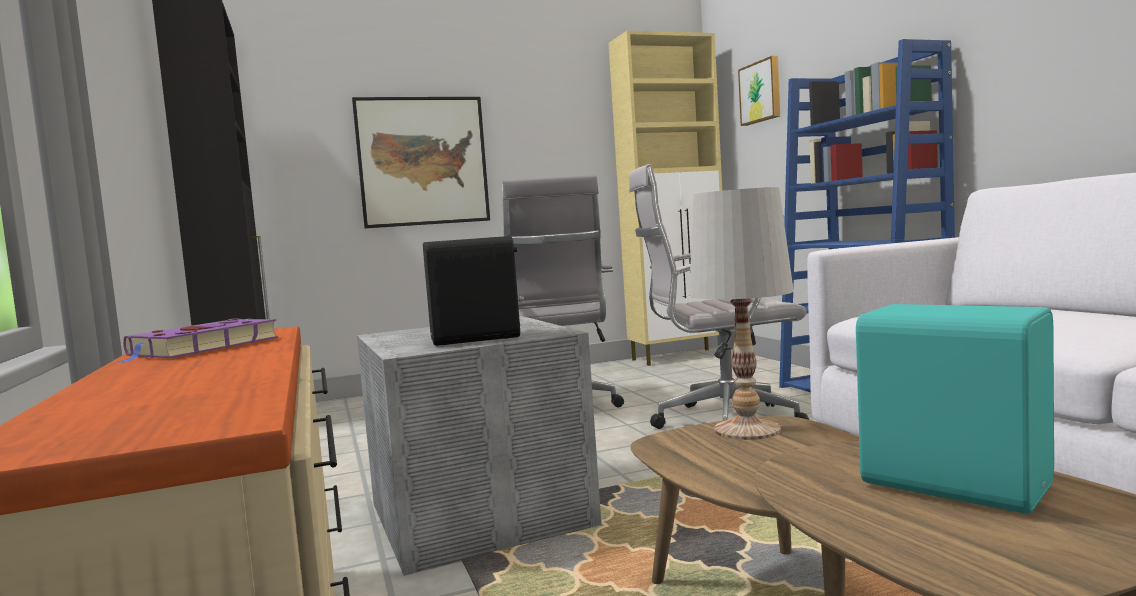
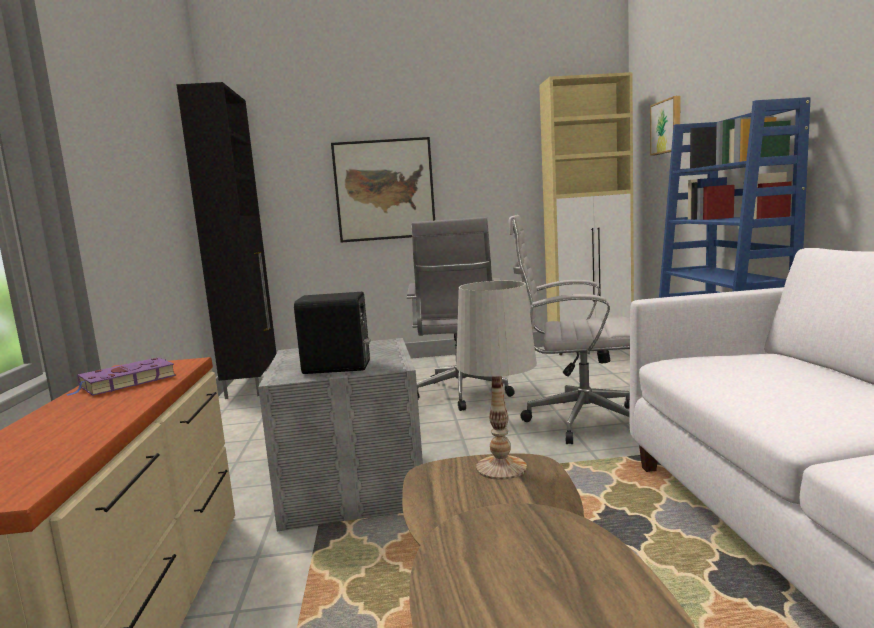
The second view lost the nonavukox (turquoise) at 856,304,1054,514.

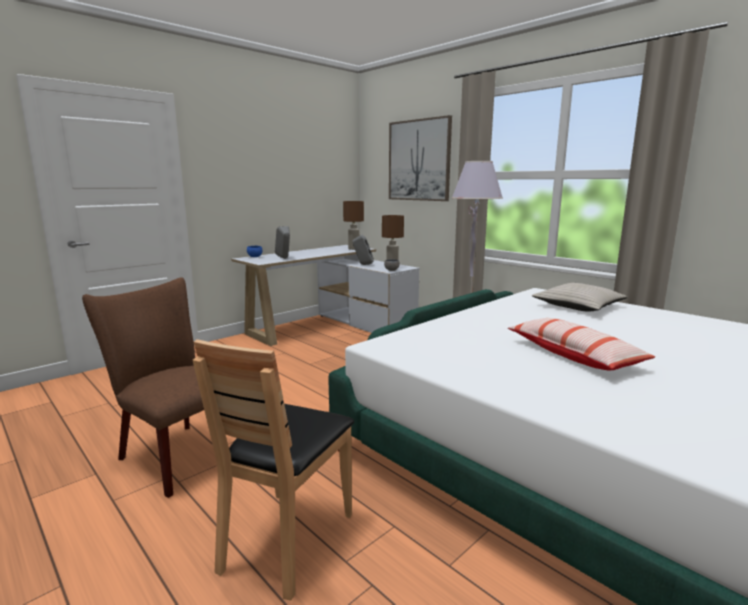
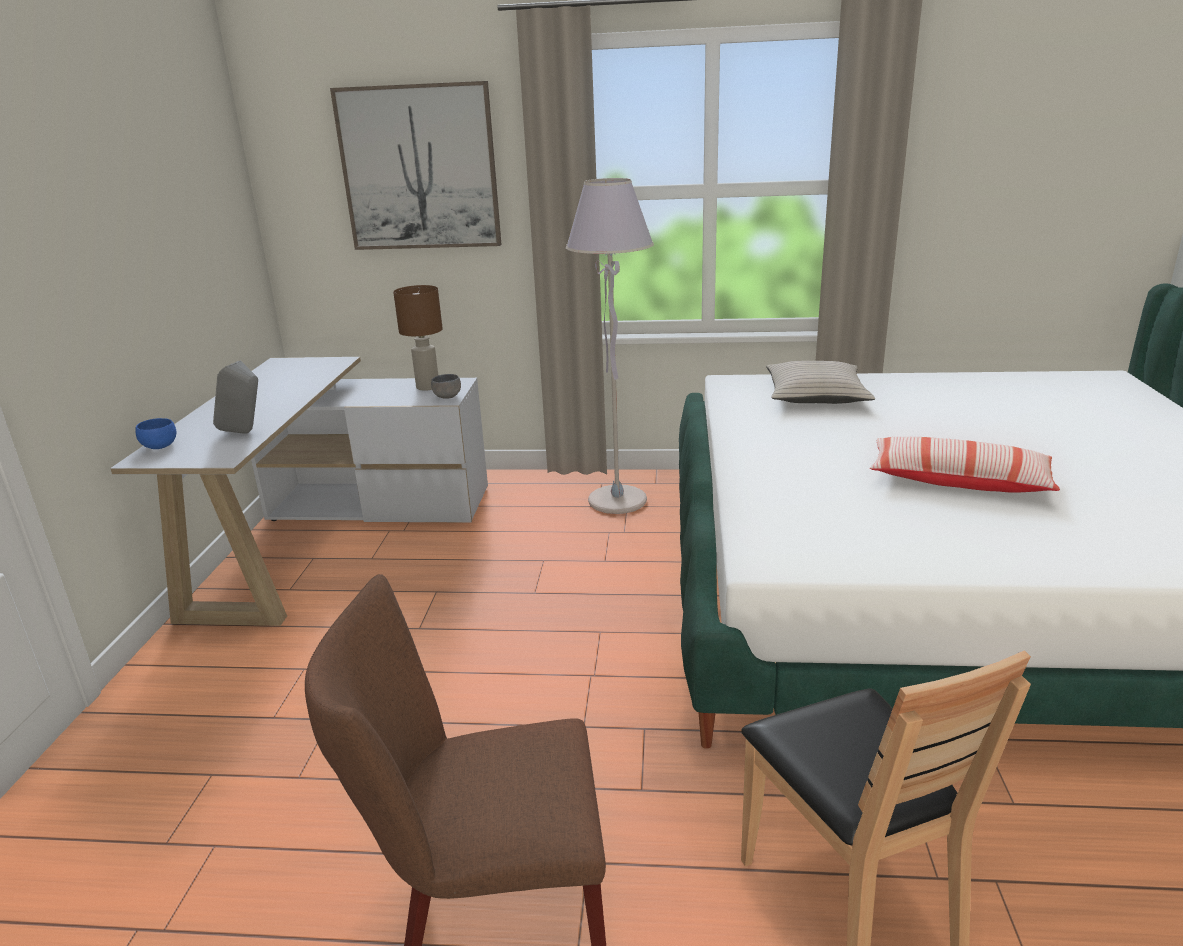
The second view lost the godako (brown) at 343,201,364,250.
The second view lost the nonavukox (grey) at 353,235,374,265.

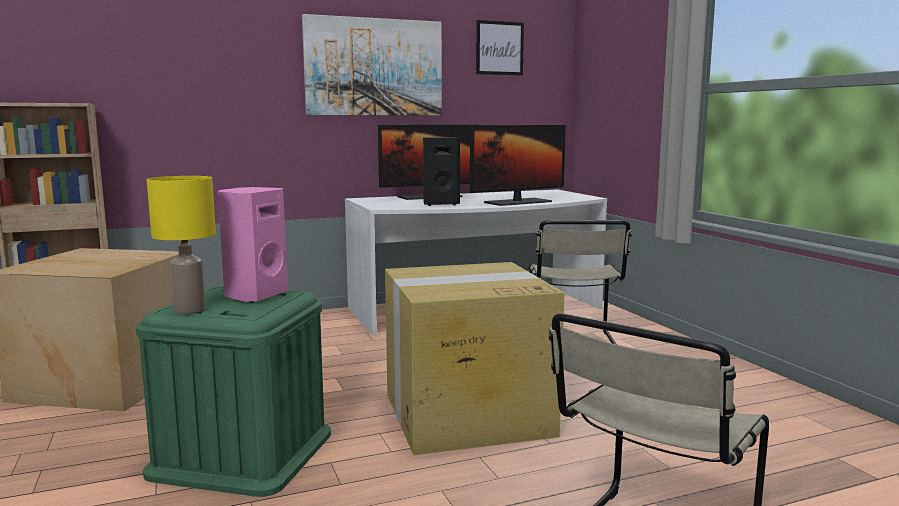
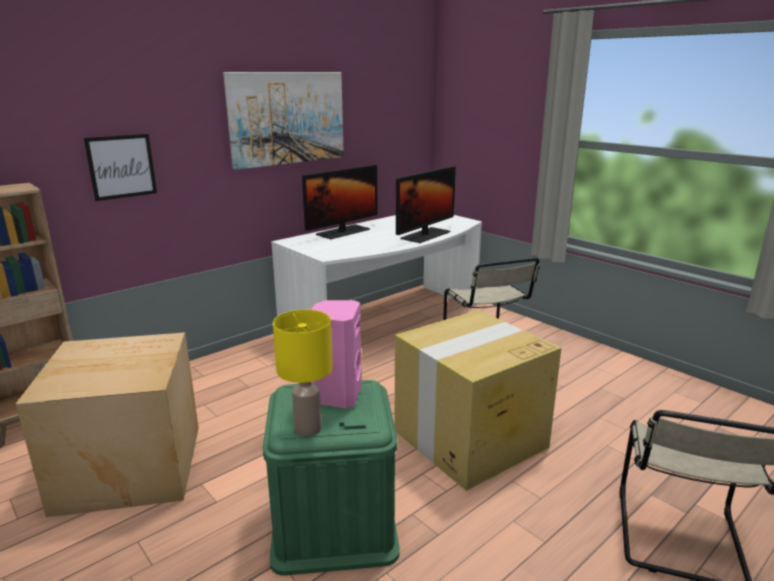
The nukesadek ended up elsewhere, having gone from 476,20,524,75 to 84,134,157,201.
The second view lost the nonavukox (black) at 423,137,460,206.

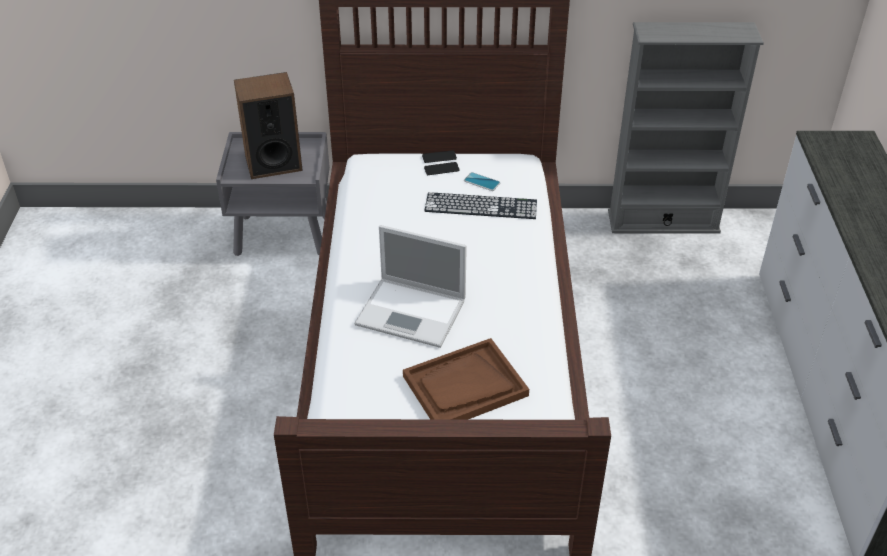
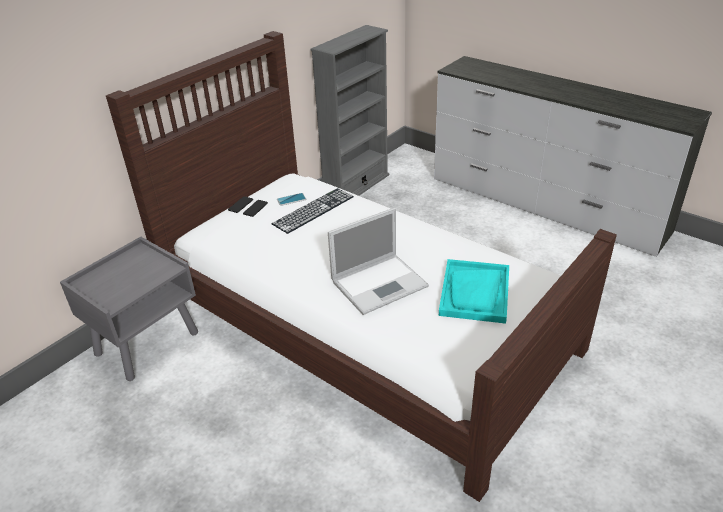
What was the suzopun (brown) at 403,338,529,420 turned into the suzopun (turquoise) at 439,259,509,324.
The second view lost the nonavukox at 234,72,303,179.

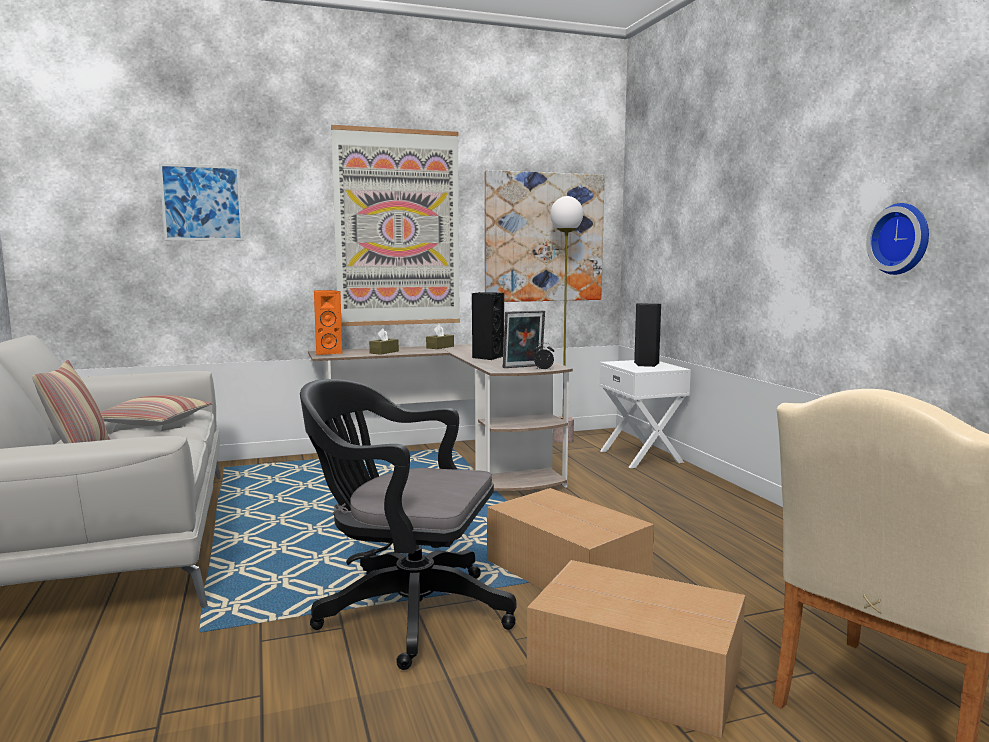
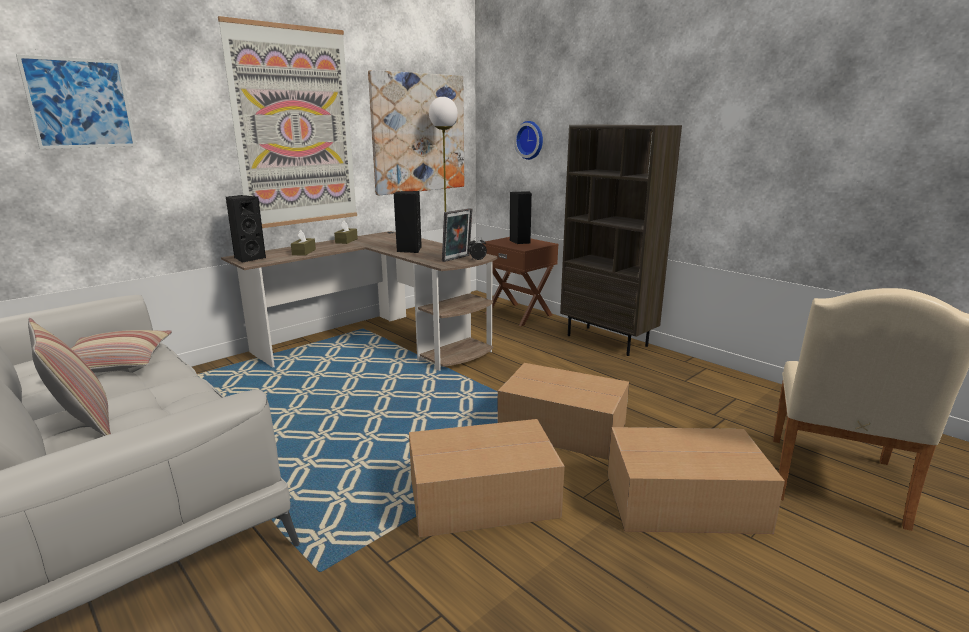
What was the nonavukox (orange) at 314,290,342,355 turned into the nonavukox (black) at 226,195,266,263.
Where the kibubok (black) stood at 300,379,516,670, the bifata came to stand at 409,419,565,538.
What was the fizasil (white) at 599,360,691,468 turned into the fizasil (brown) at 482,237,558,326.
The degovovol ended up elsewhere, having gone from 866,203,929,275 to 514,121,543,160.
The second view gained the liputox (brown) at 560,125,682,356.

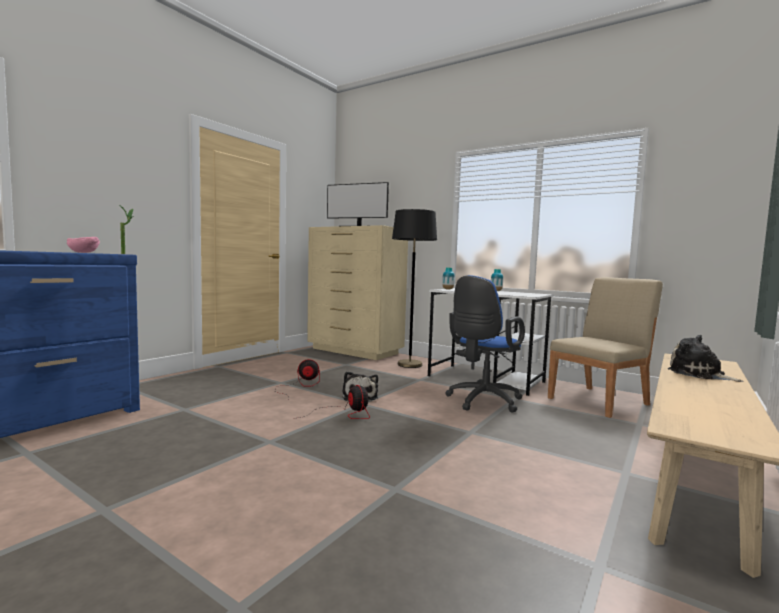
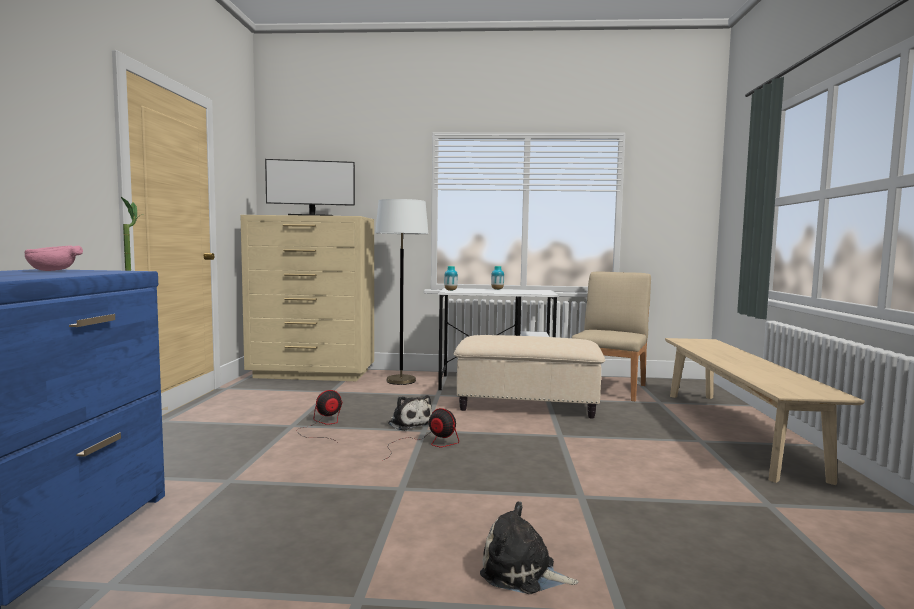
What was the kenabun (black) at 392,209,437,368 turned into the kenabun (white) at 375,199,429,385.
Where the kibubok (blue) stood at 445,275,525,412, the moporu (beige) came to stand at 454,335,605,419.
The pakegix ended up elsewhere, having gone from 668,335,744,382 to 480,501,578,594.

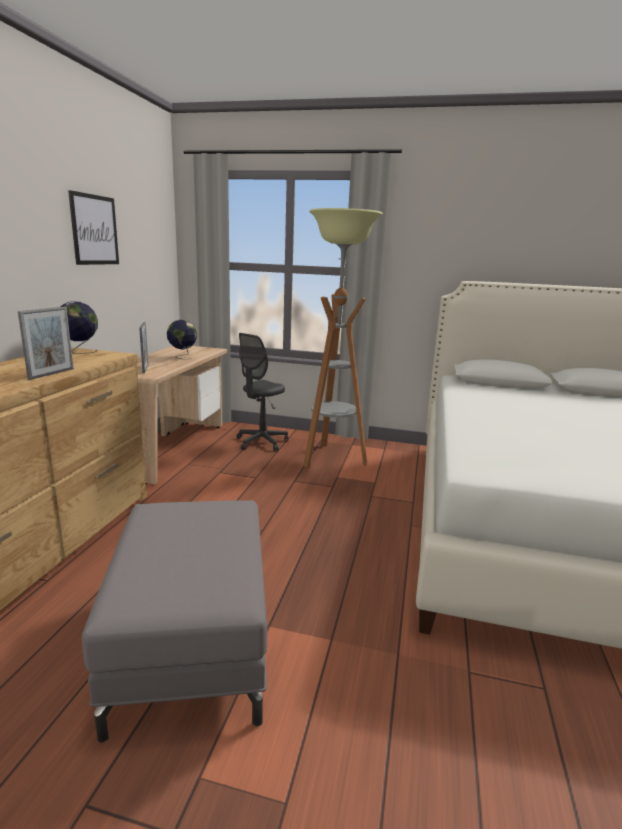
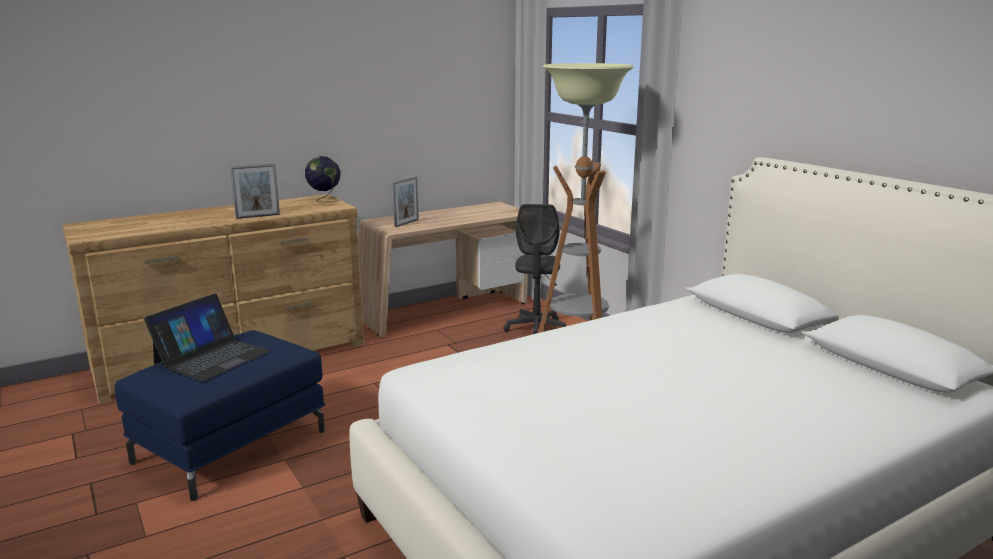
What was the moporu (grey) at 82,500,267,743 turned into the moporu (blue) at 115,330,325,501.
The second view gained the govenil at 144,293,270,381.
The kibubok (grey) at 237,333,288,451 ended up facing another way, 75 degrees counterclockwise from before.
The second view lost the nukesadek at 68,190,119,265.
The second view lost the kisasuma at 167,320,197,359.

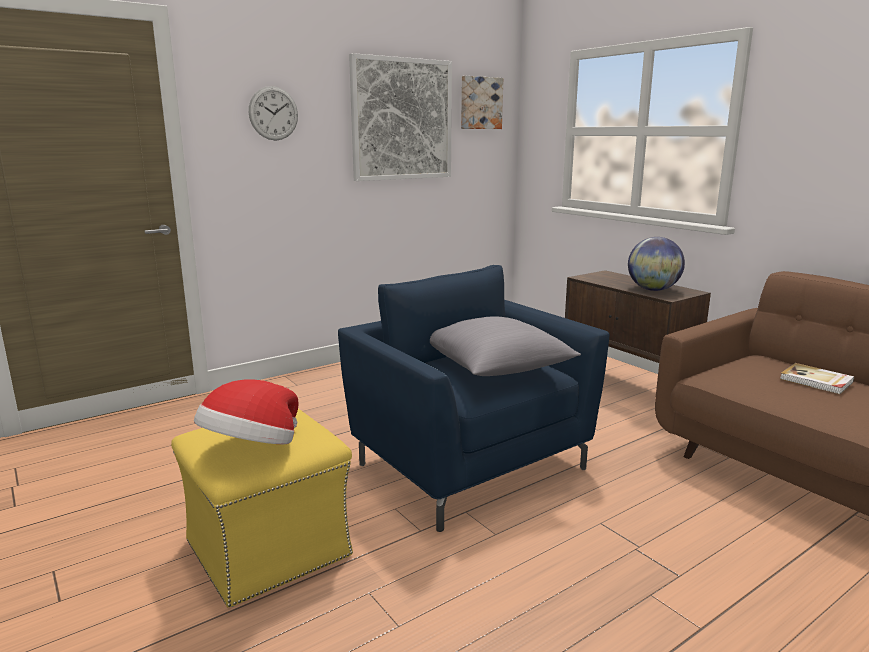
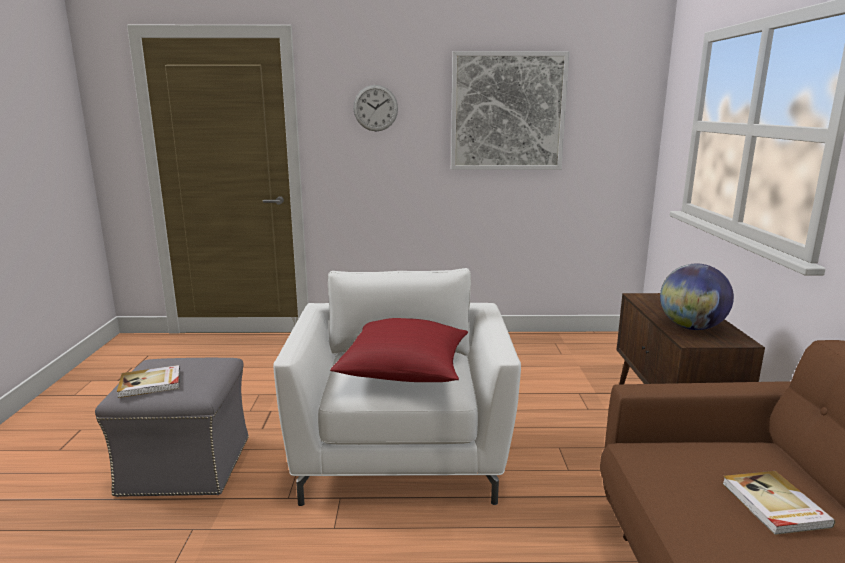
What was the moporu (yellow) at 171,409,353,607 turned into the moporu (grey) at 95,358,249,497.
Where the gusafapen stood at 194,379,299,444, the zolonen came to stand at 117,365,180,398.
What was the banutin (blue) at 338,265,609,532 turned into the banutin (white) at 273,268,521,506.
What was the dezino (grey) at 430,316,581,376 turned into the dezino (red) at 330,318,468,382.
The second view lost the nukesadek at 461,76,503,129.

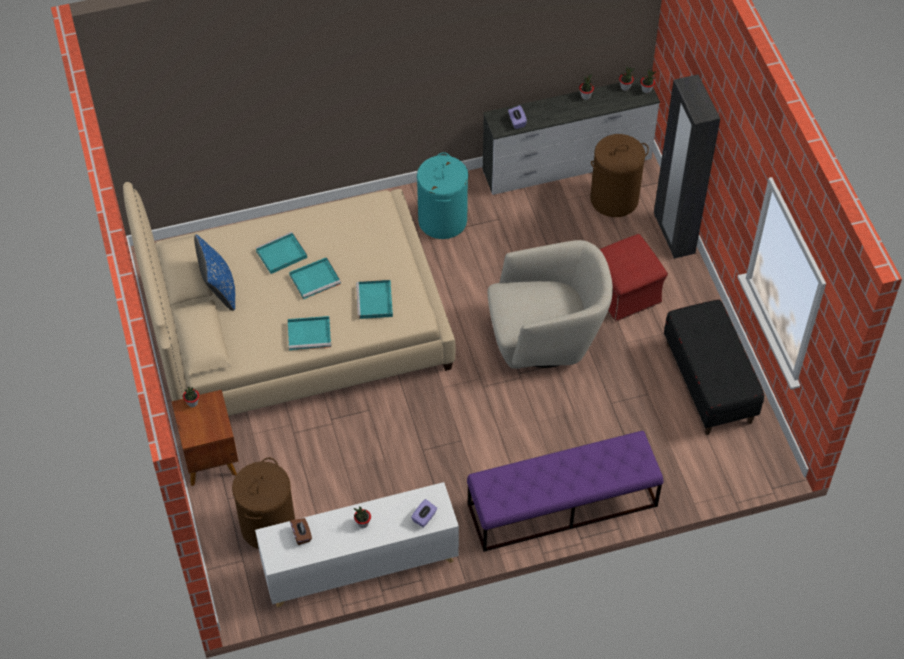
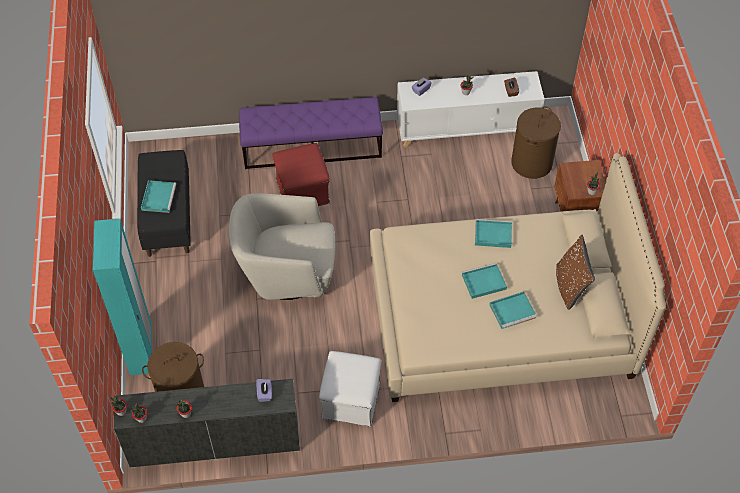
What was the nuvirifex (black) at 654,74,720,259 turned into the nuvirifex (turquoise) at 93,219,152,375.
The suzopun (turquoise) ended up elsewhere, having gone from 356,280,393,319 to 141,180,176,213.
The moporu (red) ended up elsewhere, having gone from 600,234,668,322 to 272,143,330,206.
Where the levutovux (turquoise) stood at 417,152,468,239, the moporu (white) came to stand at 319,351,381,427.
What was the dezino (blue) at 194,235,235,311 turned into the dezino (brown) at 556,235,595,310.

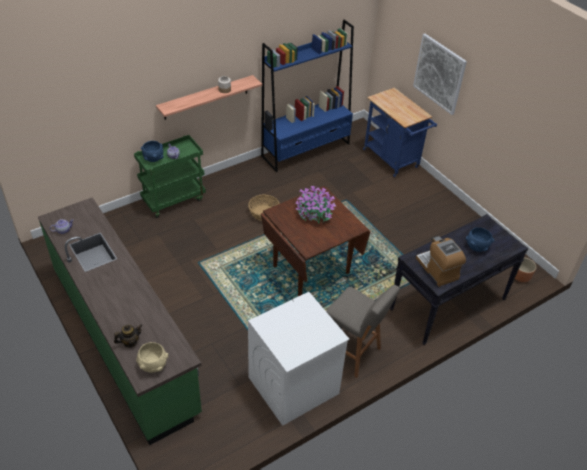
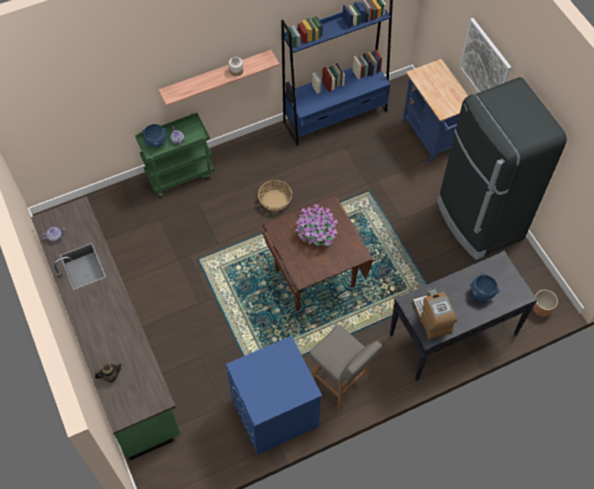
What was the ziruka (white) at 248,292,350,426 turned into the ziruka (blue) at 226,336,322,455.
The second view gained the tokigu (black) at 437,77,567,260.
The second view lost the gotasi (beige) at 136,342,169,373.

